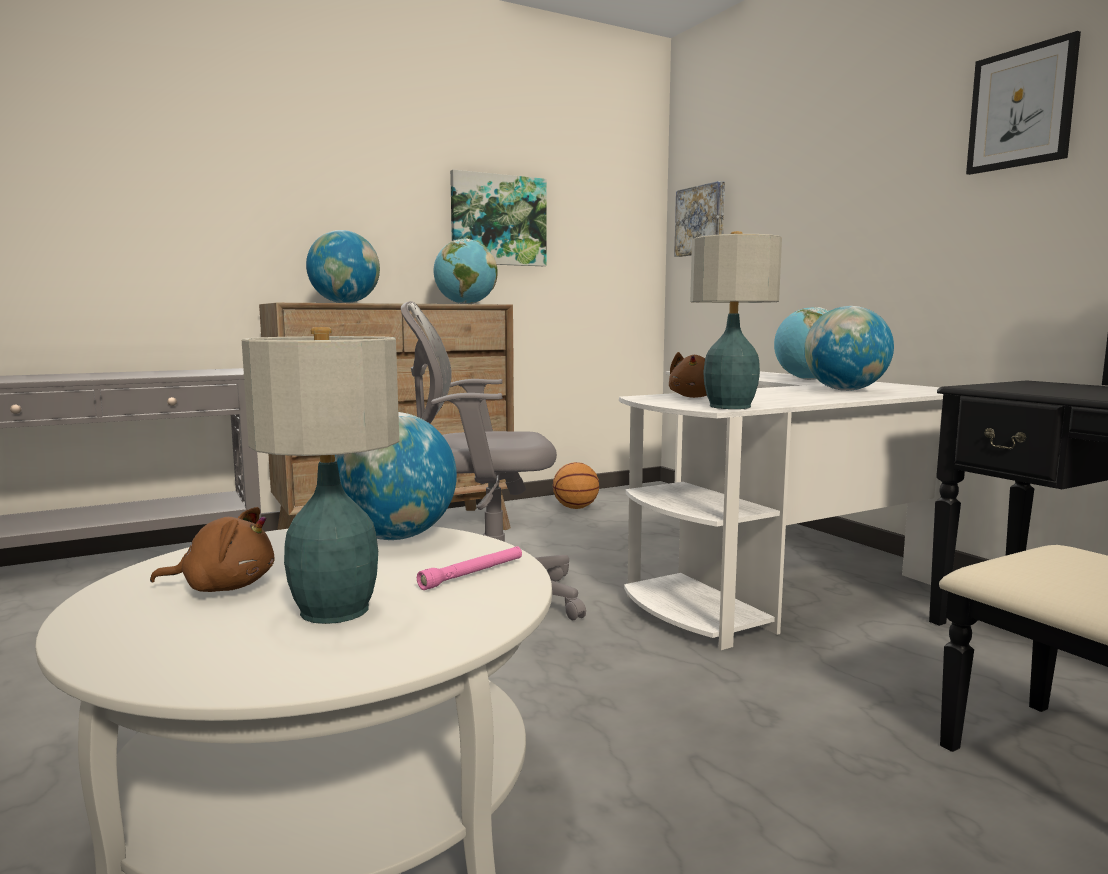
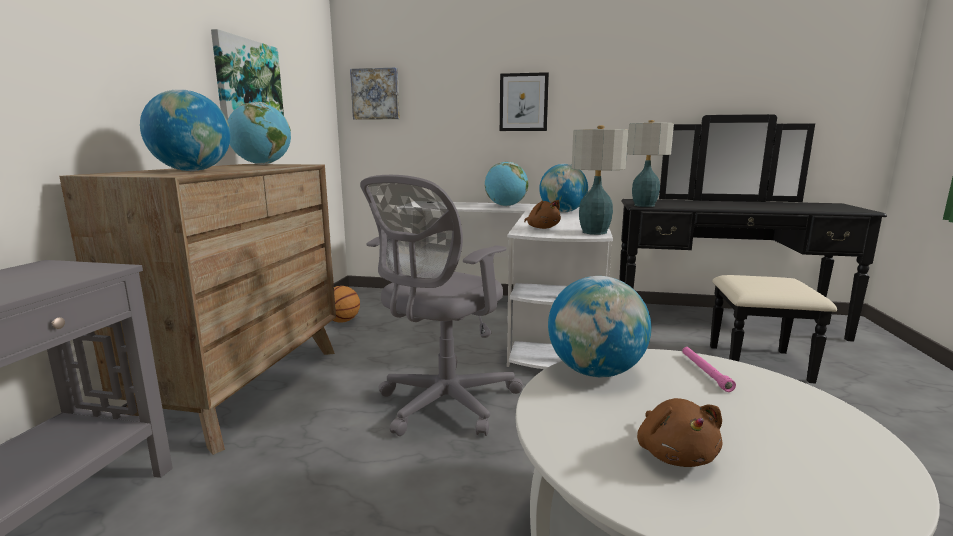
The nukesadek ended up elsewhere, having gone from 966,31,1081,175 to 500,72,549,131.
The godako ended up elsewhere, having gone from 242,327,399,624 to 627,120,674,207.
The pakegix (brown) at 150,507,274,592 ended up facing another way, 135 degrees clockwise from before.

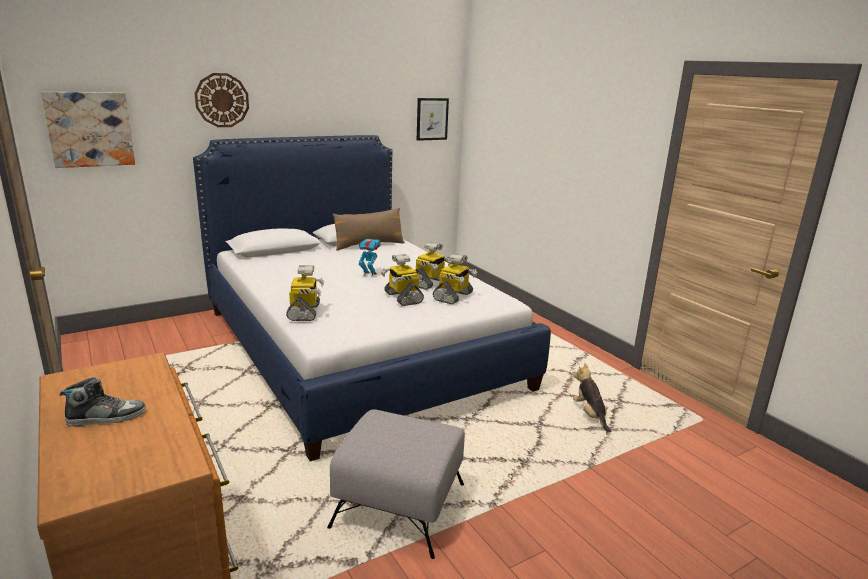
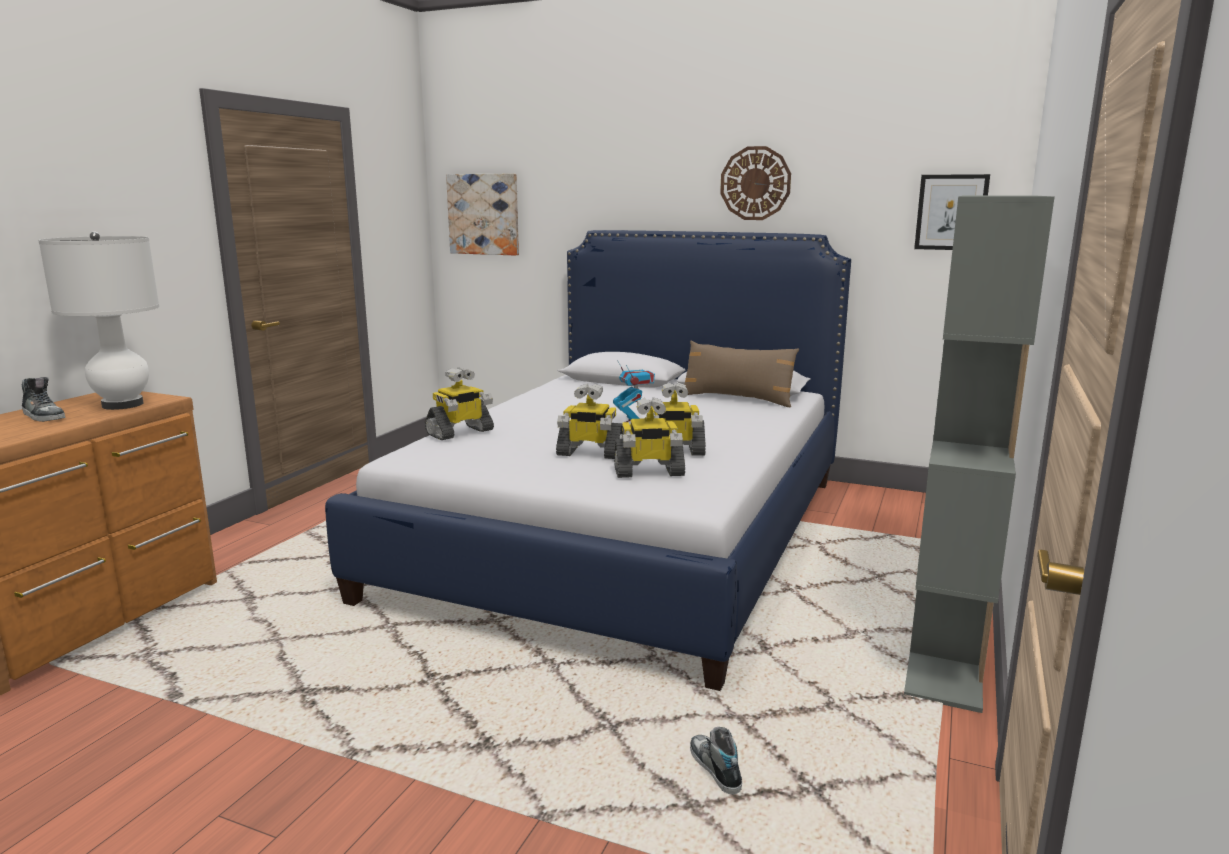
The second view gained the godako (white) at 38,232,159,410.
The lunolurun at 381,254,424,306 ended up facing another way, 105 degrees counterclockwise from before.
Where the pakegix stood at 573,363,611,432, the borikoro came to stand at 690,727,742,794.
The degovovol ended up elsewhere, having gone from 195,73,249,127 to 720,146,791,220.
The second view gained the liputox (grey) at 904,195,1055,713.
The second view lost the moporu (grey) at 327,409,465,559.

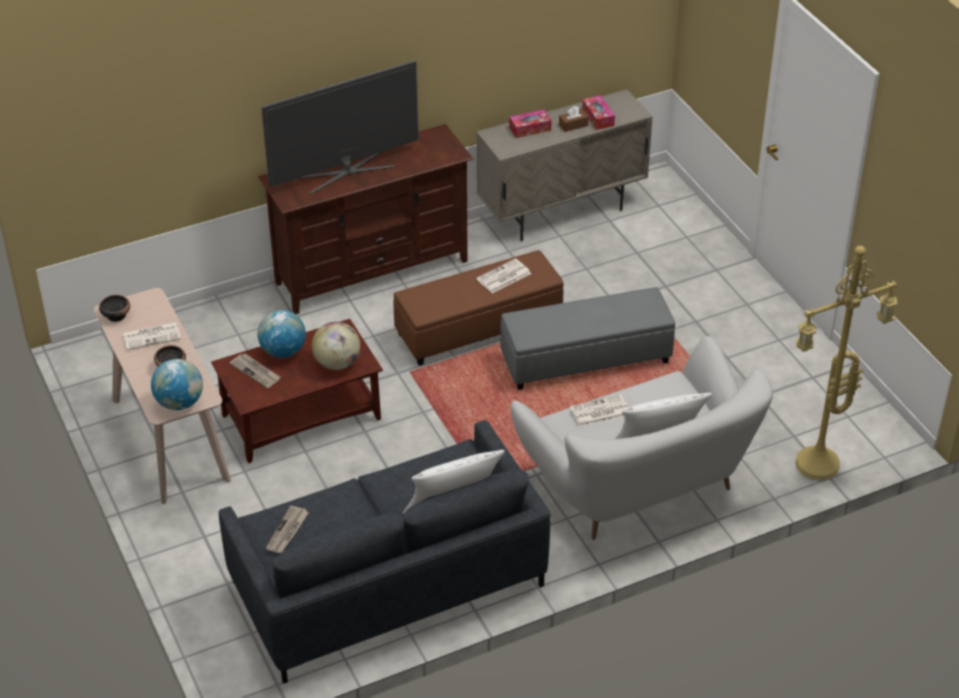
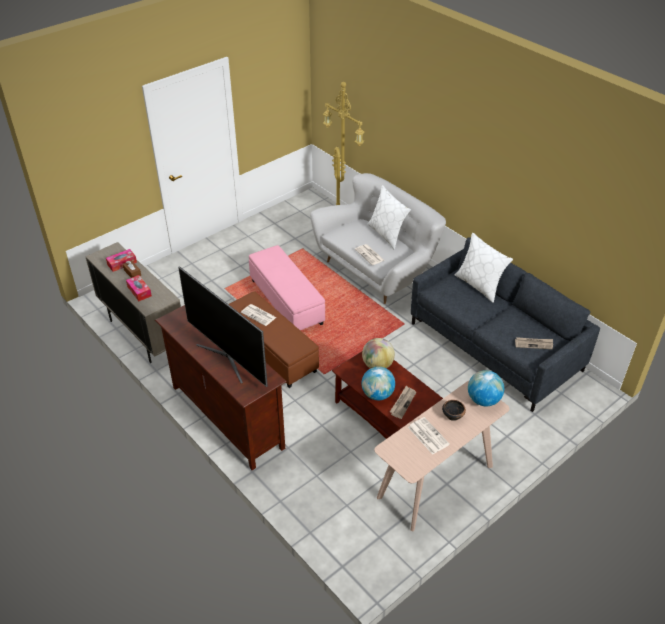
What was the moporu (grey) at 500,287,675,390 turned into the moporu (pink) at 249,245,325,330.
The second view lost the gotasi at 99,295,130,322.

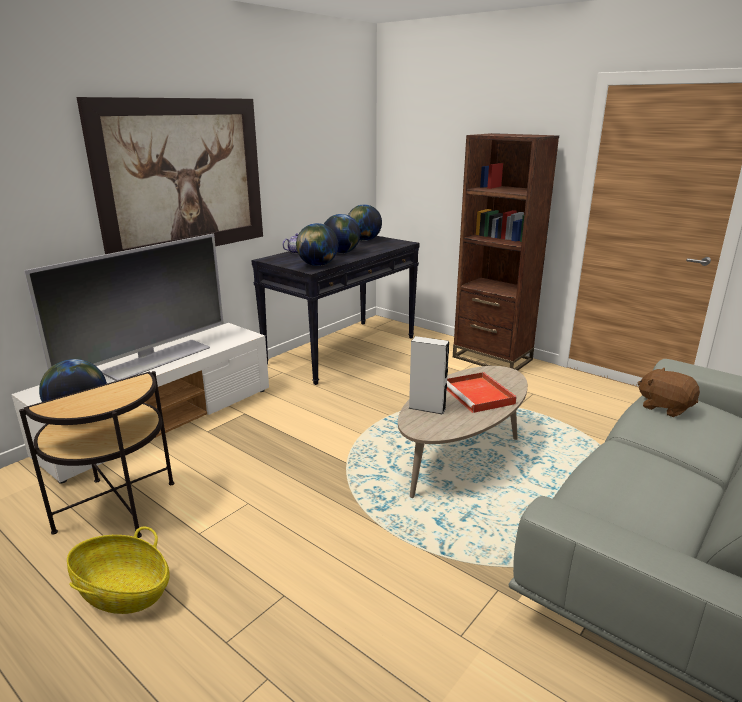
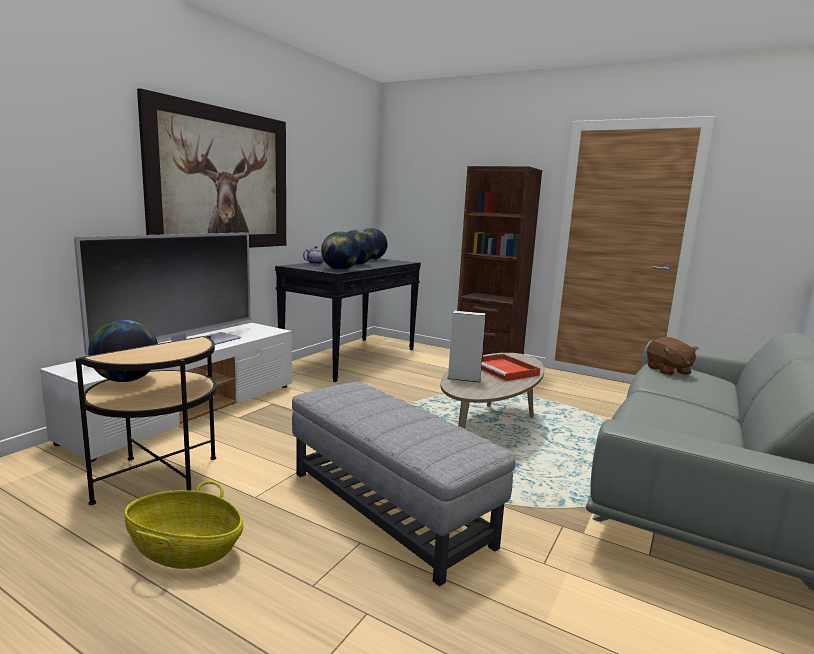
The second view gained the moporu (grey) at 292,382,516,587.
The pakegix (brown) at 637,368,700,417 ended up facing another way, 135 degrees counterclockwise from before.

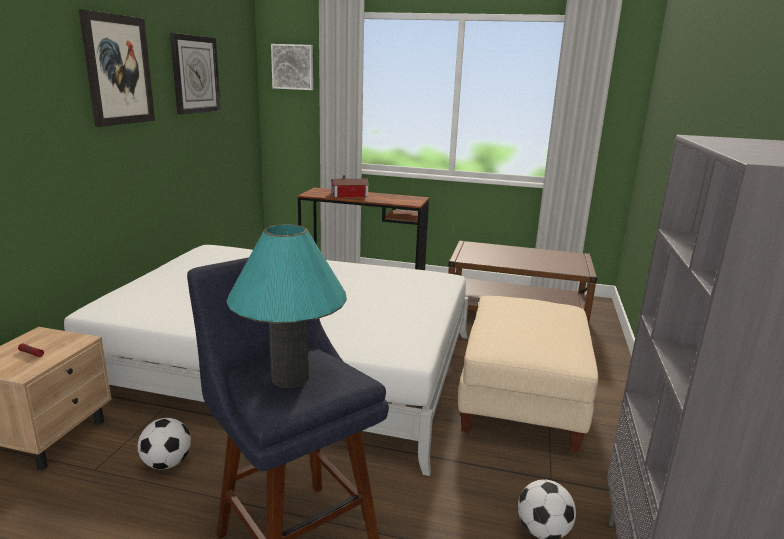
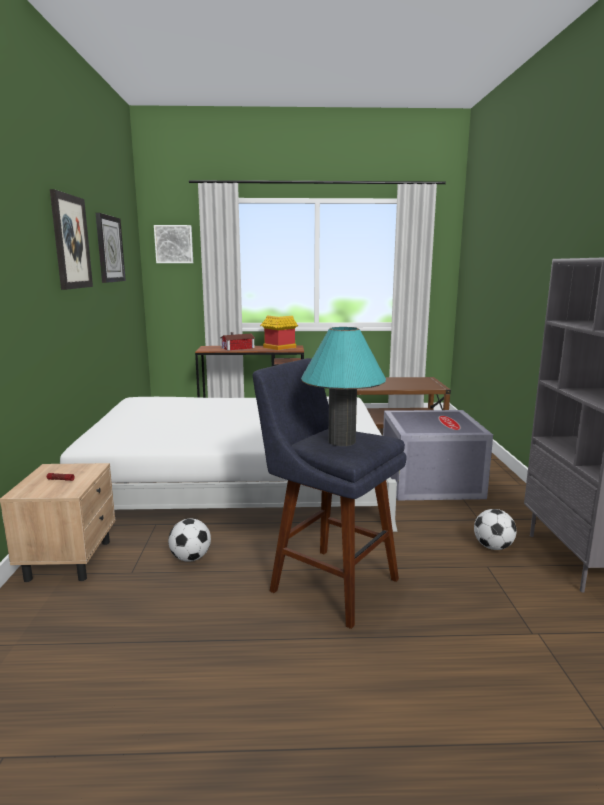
The second view gained the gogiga at 260,316,298,350.
Where the moporu (beige) stood at 458,296,598,453, the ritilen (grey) came to stand at 383,410,493,500.

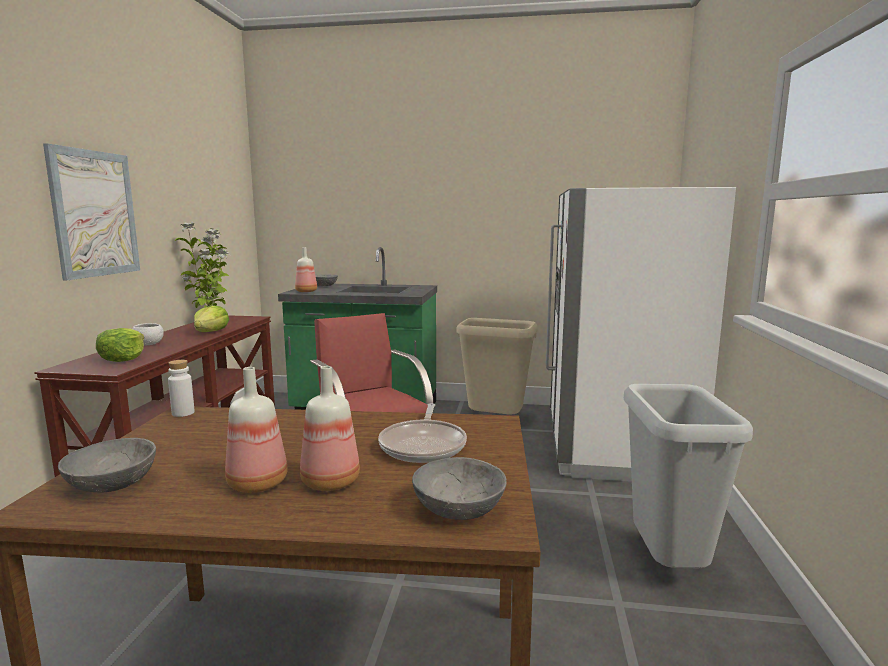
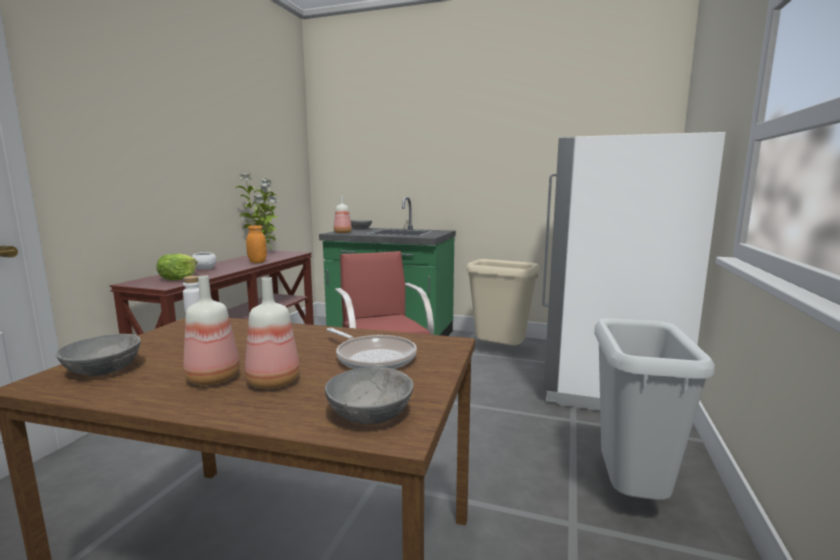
Where the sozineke stood at 194,305,229,332, the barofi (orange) came to stand at 246,225,267,263.
The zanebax at 378,403,467,463 ended up facing another way, 60 degrees counterclockwise from before.
The second view lost the nukesadek at 43,143,140,280.

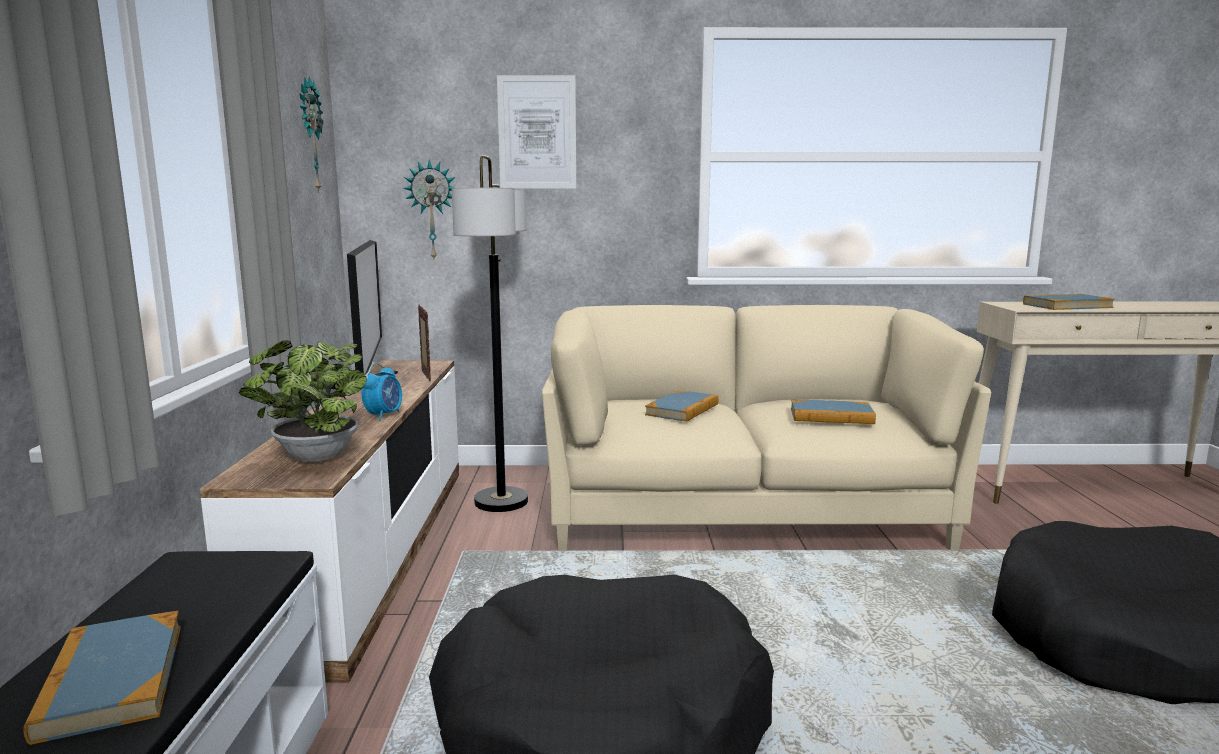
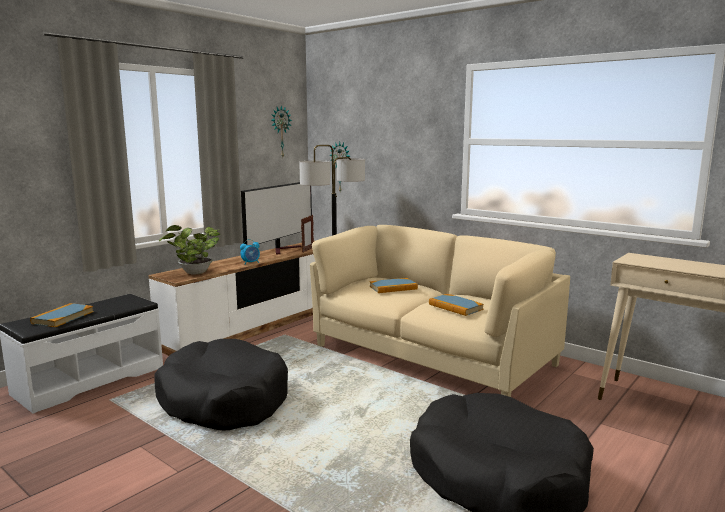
The second view lost the nukesadek at 497,75,576,188.
The second view lost the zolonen at 1023,294,1115,310.

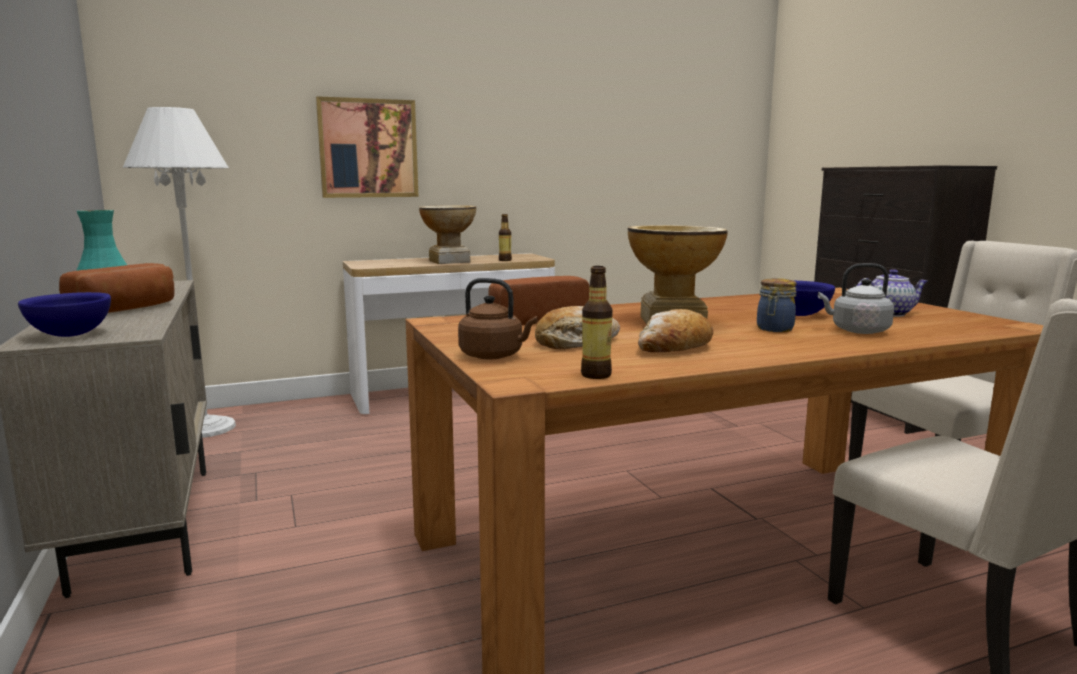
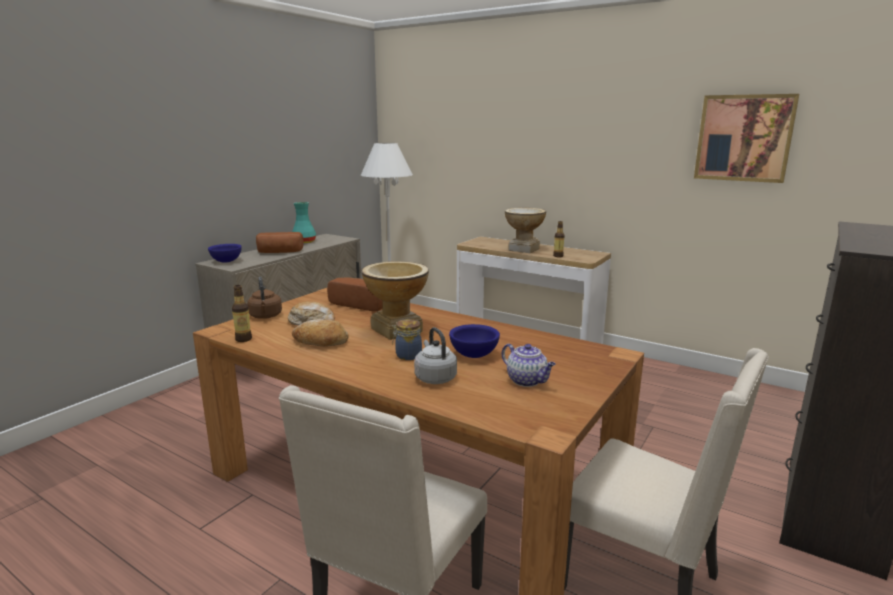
The nukesadek ended up elsewhere, having gone from 316,96,418,198 to 694,94,799,183.

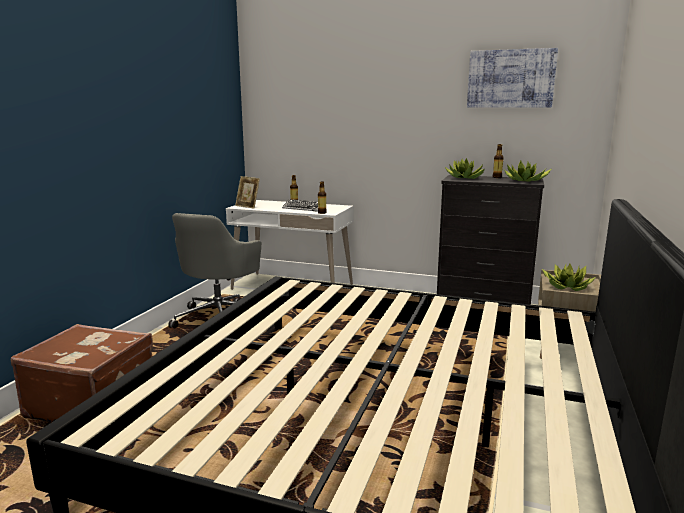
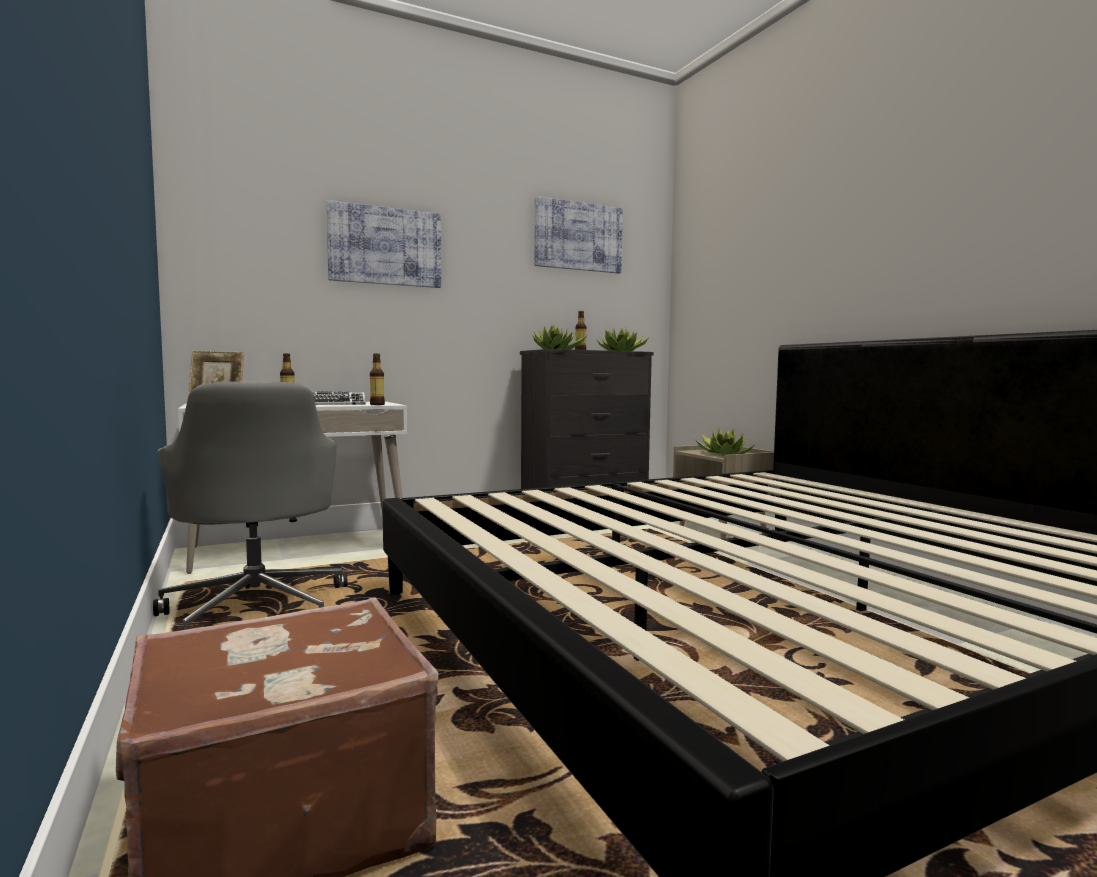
The second view gained the nukesadek at 326,200,441,288.

